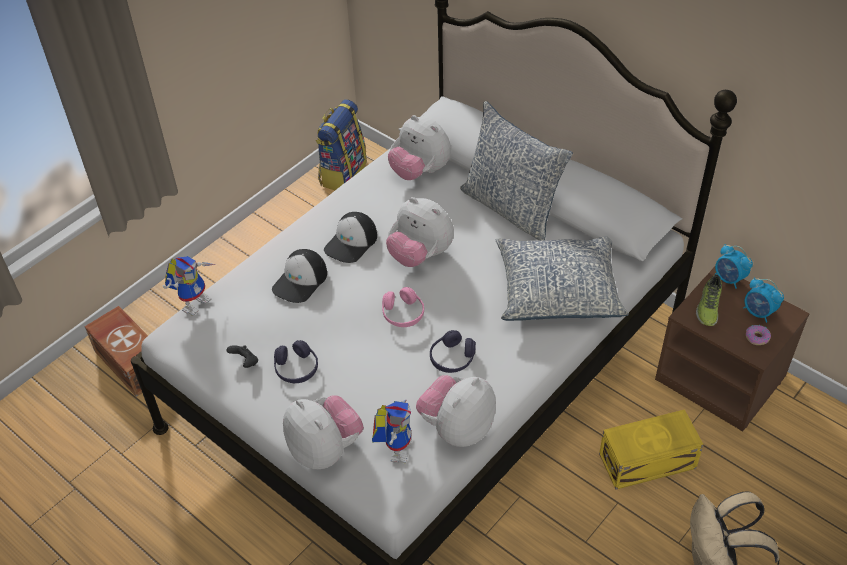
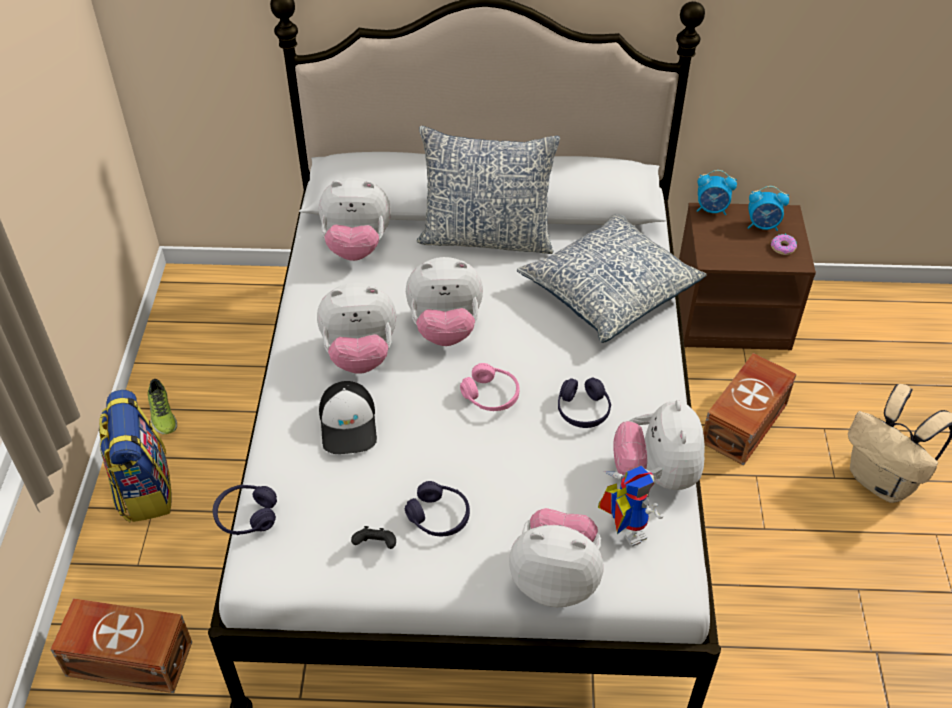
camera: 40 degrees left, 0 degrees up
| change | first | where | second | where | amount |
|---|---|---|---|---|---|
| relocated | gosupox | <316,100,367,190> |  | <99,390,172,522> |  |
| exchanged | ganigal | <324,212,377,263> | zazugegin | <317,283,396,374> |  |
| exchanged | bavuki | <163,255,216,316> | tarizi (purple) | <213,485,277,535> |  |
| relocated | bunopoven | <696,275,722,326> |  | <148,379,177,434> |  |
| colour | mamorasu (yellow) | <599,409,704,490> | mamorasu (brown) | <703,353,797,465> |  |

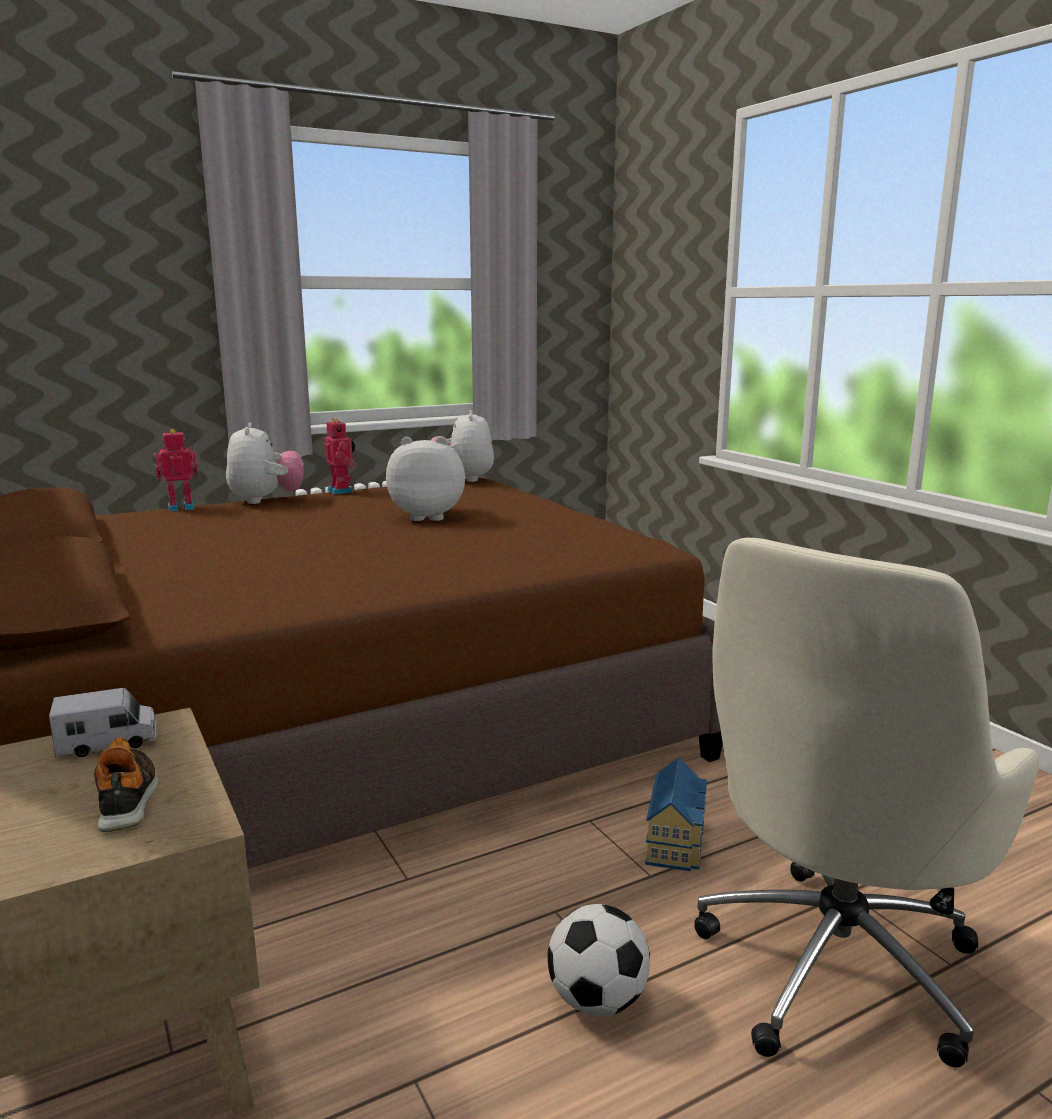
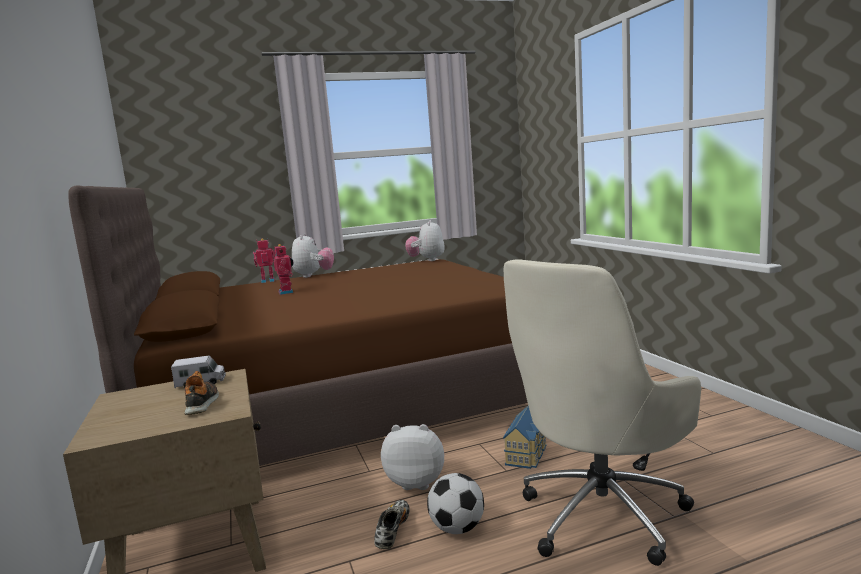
camera: 10 degrees right, 5 degrees down
| change | first | where | second | where | amount |
|---|---|---|---|---|---|
| relocated | bavuki | <324,419,355,494> |  | <274,244,294,295> |  |
| relocated | zazugegin | <386,437,465,521> |  | <381,424,444,490> |  |
| appeared |  |  | bunopoven | <374,500,410,549> |  |

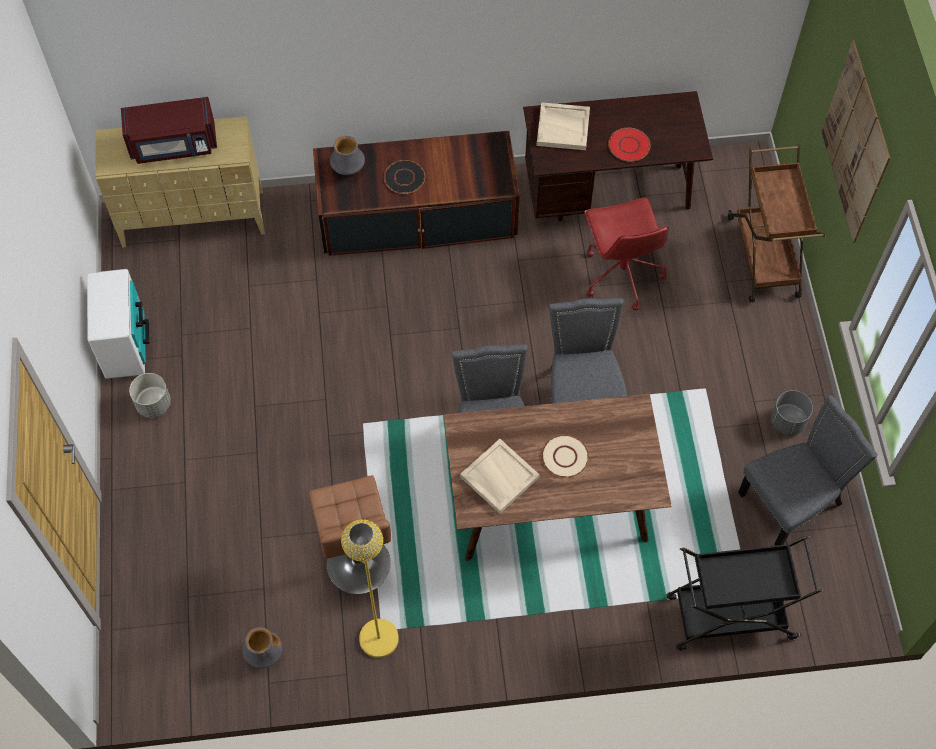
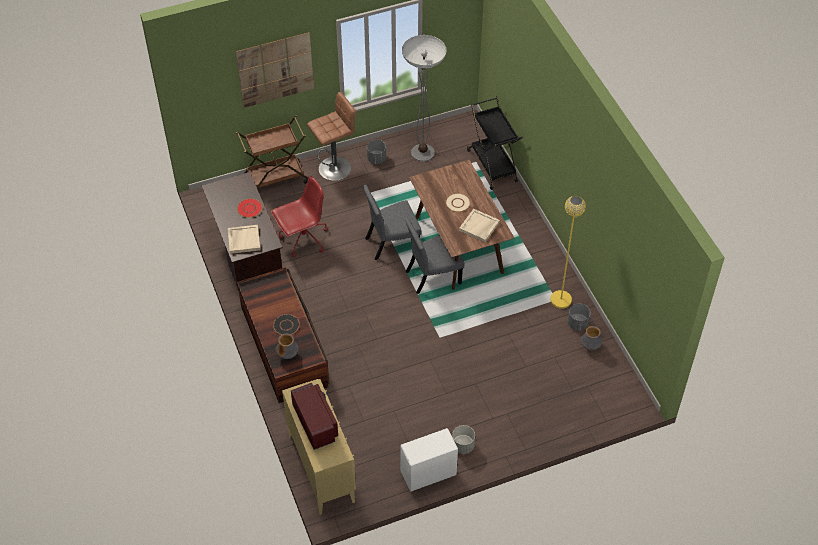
camera: 105 degrees left, 10 degrees down
| change | first | where | second | where | amount |
|---|---|---|---|---|---|
| exchanged | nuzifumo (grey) | <738,395,878,546> | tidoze | <402,35,447,162> |  |
| relocated | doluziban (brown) | <309,475,391,594> |  | <307,92,356,181> |  |
| appeared |  |  | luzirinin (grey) | <568,304,591,331> |  |

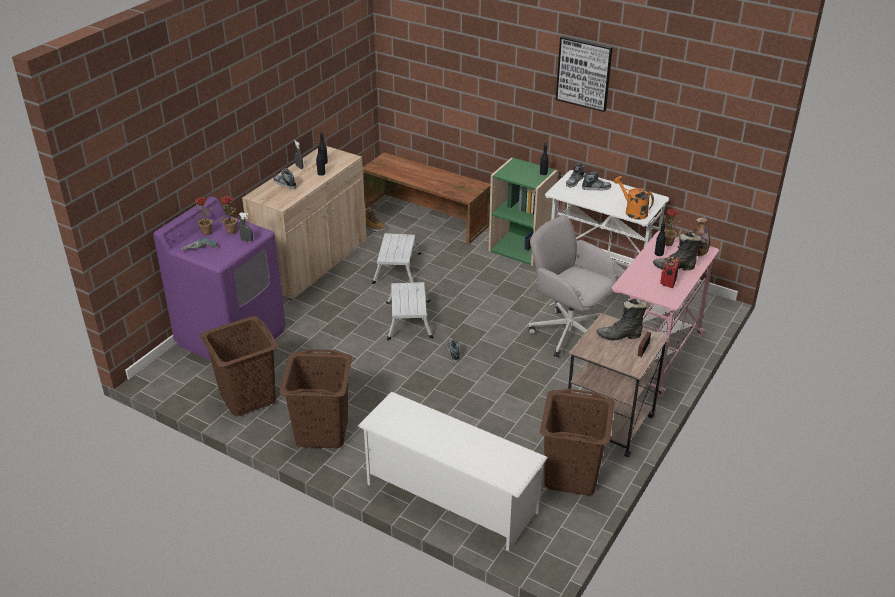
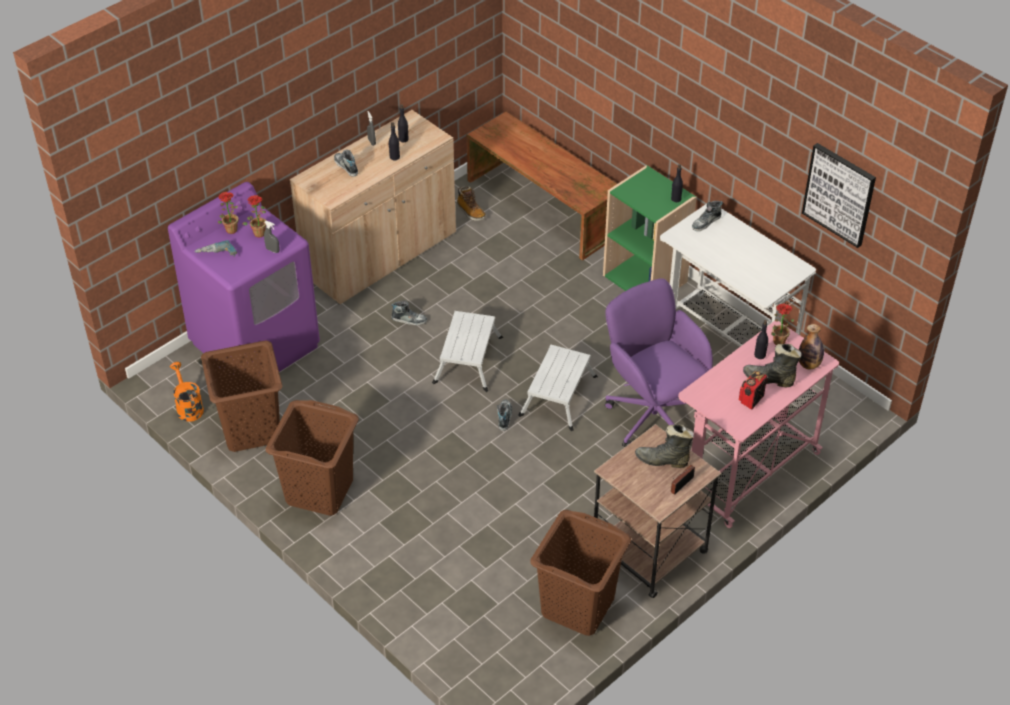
camera: 15 degrees right, 10 degrees up
| change | first | where | second | where | amount |
|---|---|---|---|---|---|
| relocated | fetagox | <556,36,613,112> |  | <802,143,876,248> |  |
| relocated | bunopoven | <582,171,611,190> |  | <391,300,427,325> |  |
| relocated | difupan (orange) | <614,176,654,220> |  | <170,362,204,422> |  |
| colour | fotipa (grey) | <529,215,616,358> | fotipa (purple) | <605,278,713,447> |  |
| relocated | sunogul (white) | <372,233,421,284> |  | <518,344,598,431> |  |
| missing | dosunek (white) | <357,392,548,551> |  |  |  |

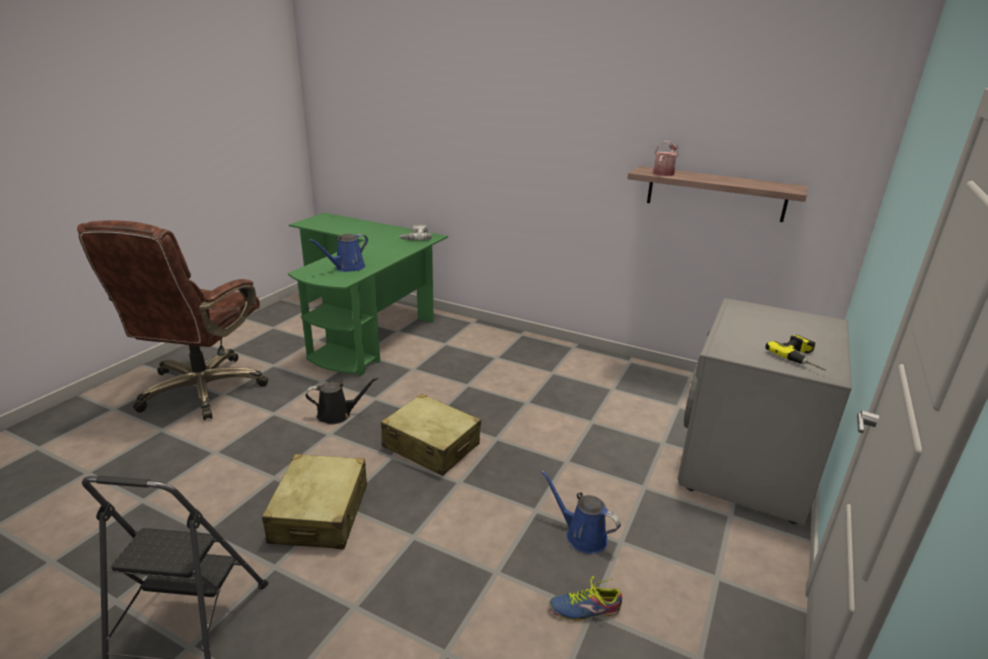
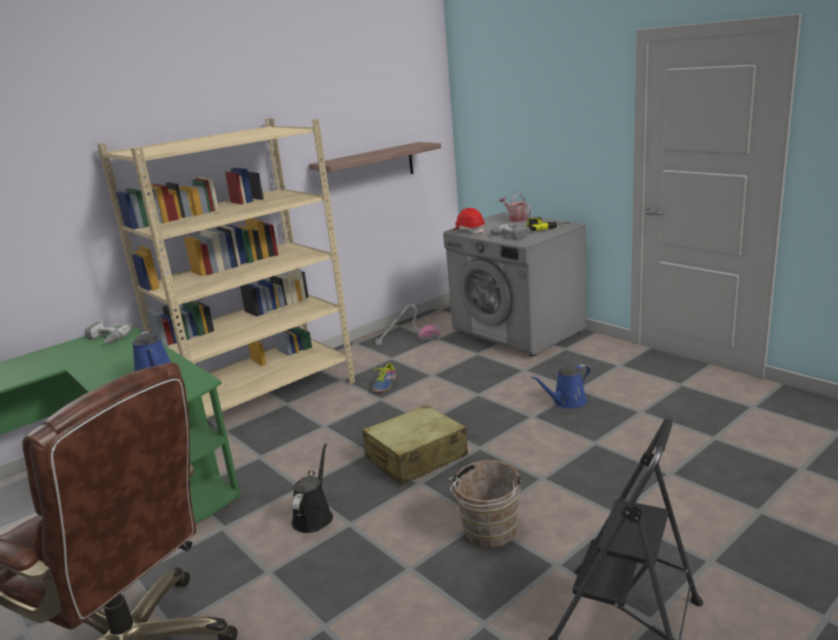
camera: 65 degrees left, 5 degrees down
| change | first | where | second | where | amount |
|---|---|---|---|---|---|
| relocated | difupan | <653,141,679,176> |  | <500,193,531,222> |  |
| exchanged | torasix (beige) | <262,454,367,550> | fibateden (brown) | <448,460,523,548> |  |
| relocated | bunopoven | <549,576,622,621> |  | <372,363,396,393> |  |
| appeared |  |  | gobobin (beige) | <97,118,355,418> |  |
| appeared |  |  | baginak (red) | <453,208,485,233> |  |
| appeared |  |  | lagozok | <491,223,529,240> |  |
| appeared |  |  | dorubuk | <375,304,440,345> |  |

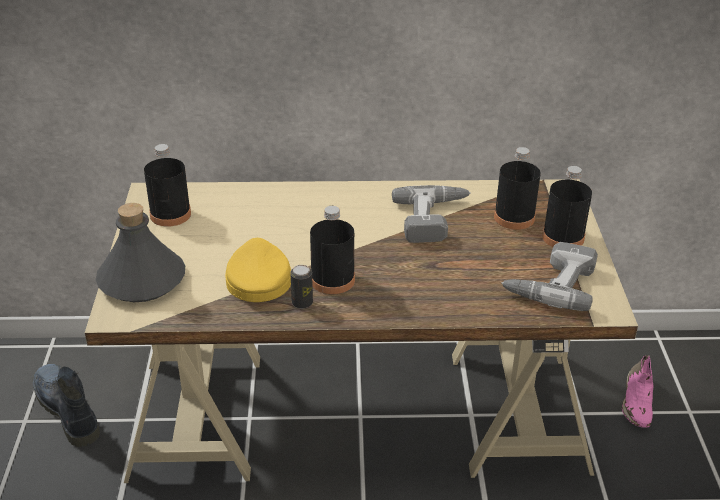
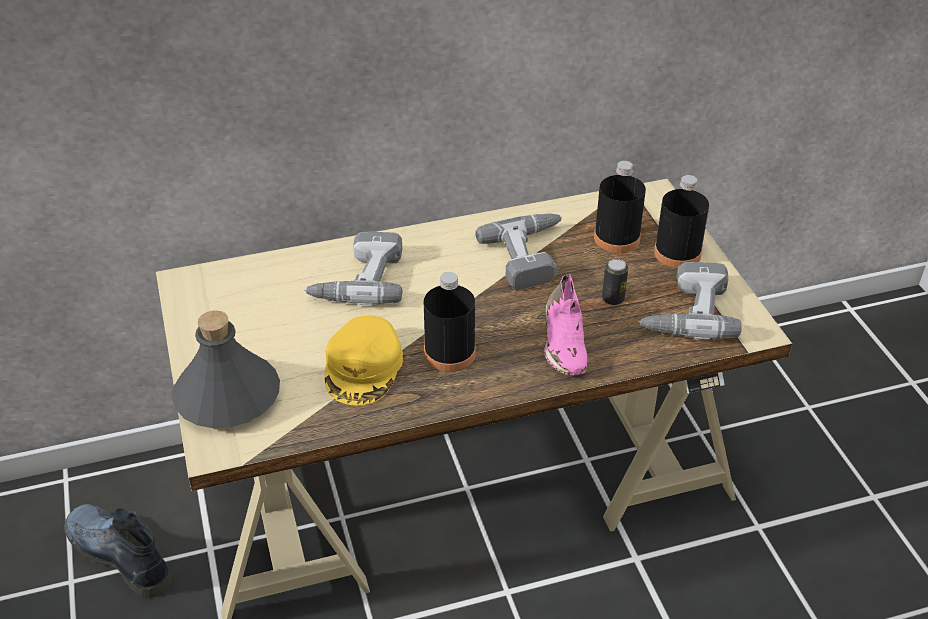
camera: 15 degrees left, 5 degrees up
| change | first | where | second | where | amount |
|---|---|---|---|---|---|
| missing | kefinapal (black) | <144,144,191,227> |  |  |  |
| spun | ganigal (yellow) | <225,238,291,302> |  | <324,316,403,405> | 150 degrees counterclockwise |
| relocated | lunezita | <290,265,313,309> |  | <602,259,628,305> |  |
| relocated | bunopoven (pink) | <622,355,654,427> |  | <544,274,587,375> |  |
| appeared |  |  | lagozok | <304,232,402,305> |  |

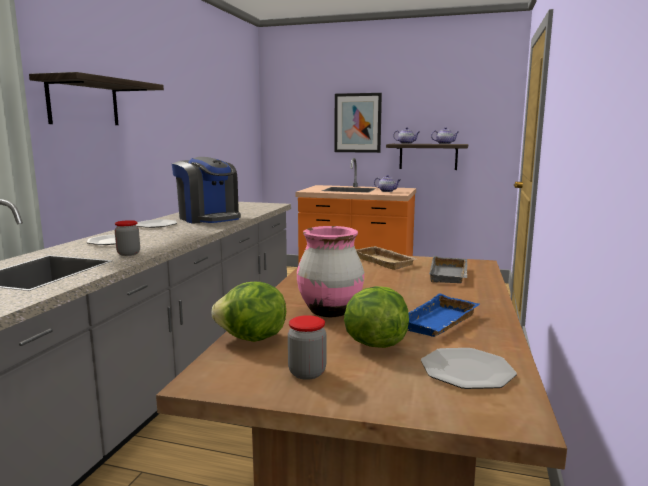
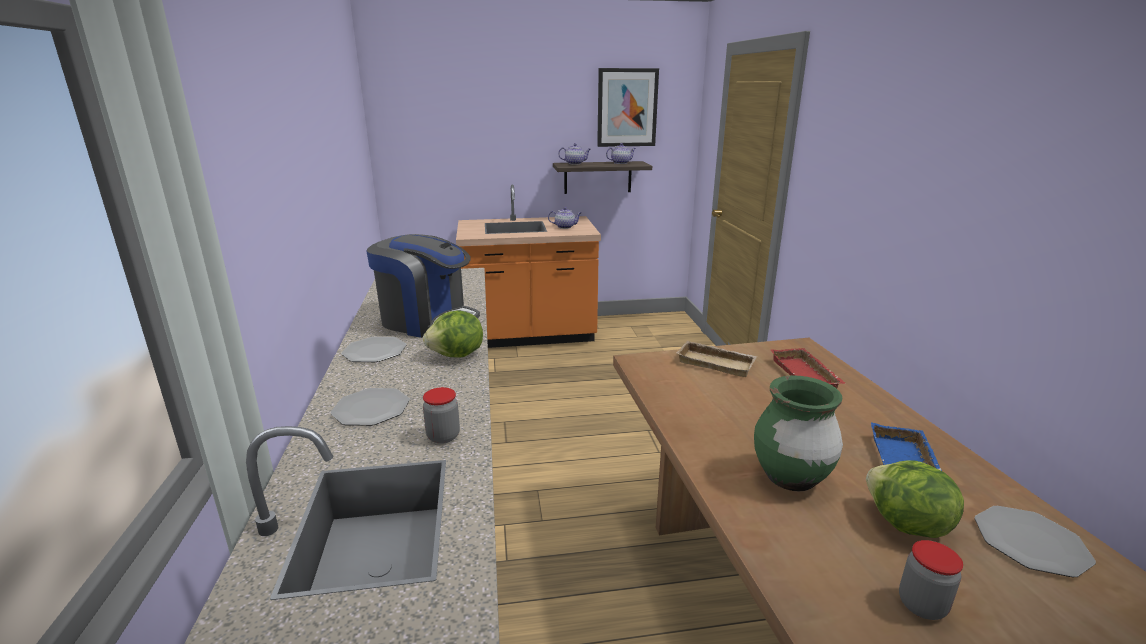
camera: 25 degrees left, 10 degrees up
| change | first | where | second | where | amount |
|---|---|---|---|---|---|
| missing | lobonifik | <29,72,164,125> |  |  |  |
| relocated | fetagox | <334,93,382,153> |  | <597,68,659,147> |  |
| colour | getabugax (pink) | <297,226,364,317> | getabugax (green) | <754,376,843,491> |  |
| colour | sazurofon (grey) | <429,256,467,283> | sazurofon (red) | <771,348,846,388> |  |
| relocated | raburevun | <211,282,286,342> |  | <423,310,483,357> |  |

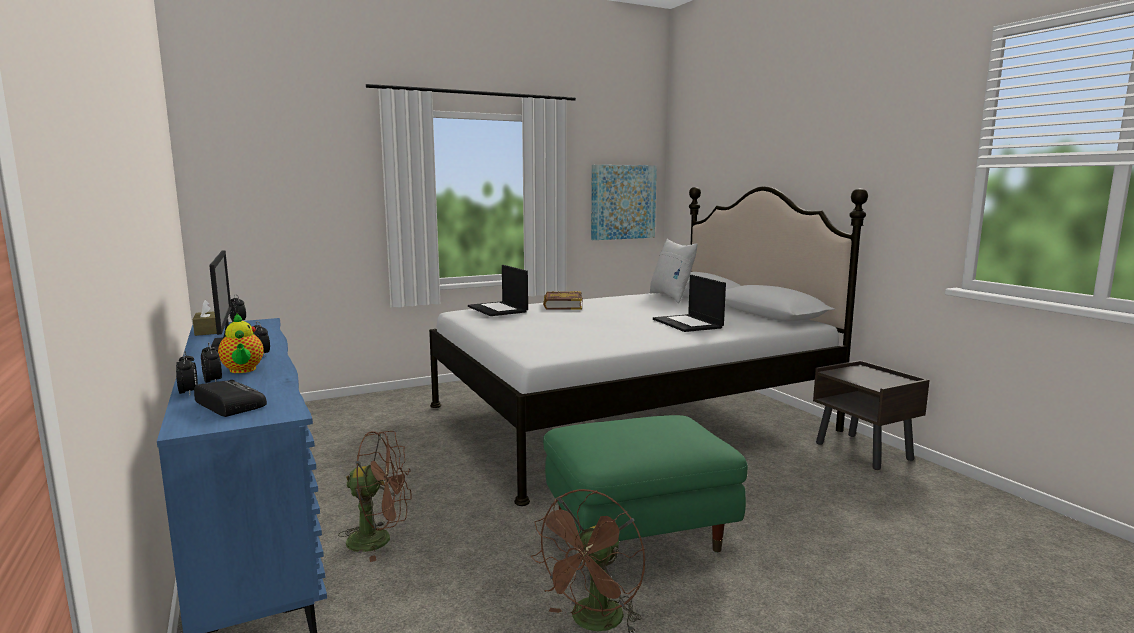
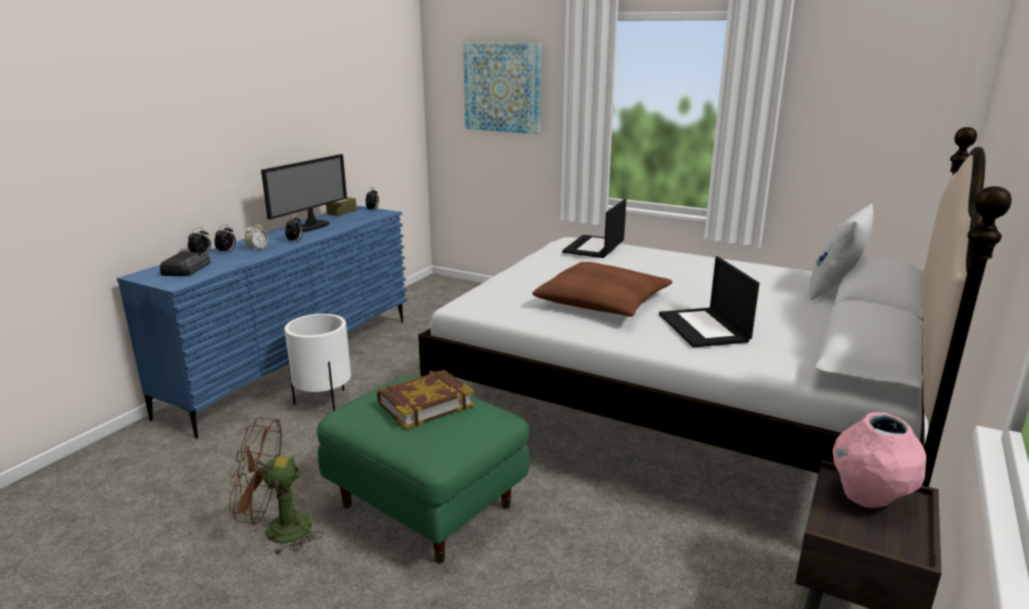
camera: 55 degrees right, 10 degrees up
| change | first | where | second | where | amount |
|---|---|---|---|---|---|
| relocated | fetagox | <591,165,657,240> |  | <463,42,541,134> |  |
| spun | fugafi | <653,275,726,332> |  | <659,257,760,347> | 45 degrees counterclockwise |
| relocated | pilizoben | <543,291,583,310> |  | <377,370,474,429> |  |
| exchanged | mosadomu | <218,313,264,373> | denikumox | <245,222,268,251> |  |
| exchanged | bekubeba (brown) | <338,431,411,562> | luzirinin (white) | <284,314,351,411> |  |
| appeared |  |  | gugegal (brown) | <532,262,672,317> |  |
| appeared |  |  | getabugax (pink) | <833,412,926,508> |  |

